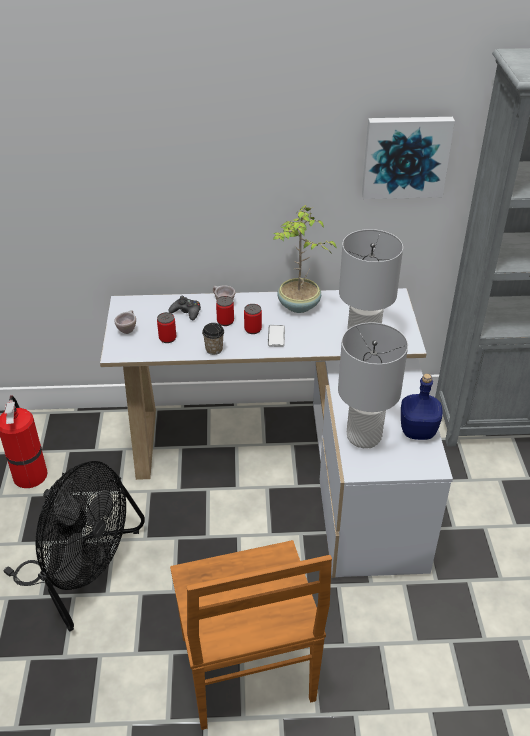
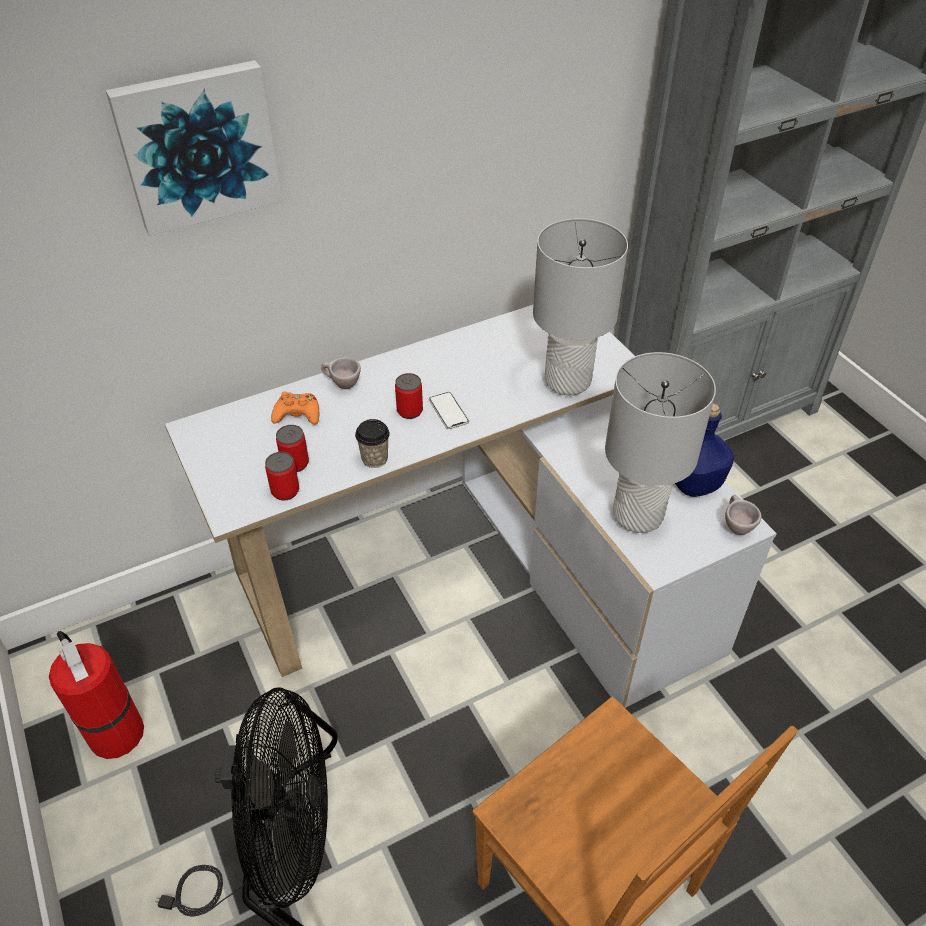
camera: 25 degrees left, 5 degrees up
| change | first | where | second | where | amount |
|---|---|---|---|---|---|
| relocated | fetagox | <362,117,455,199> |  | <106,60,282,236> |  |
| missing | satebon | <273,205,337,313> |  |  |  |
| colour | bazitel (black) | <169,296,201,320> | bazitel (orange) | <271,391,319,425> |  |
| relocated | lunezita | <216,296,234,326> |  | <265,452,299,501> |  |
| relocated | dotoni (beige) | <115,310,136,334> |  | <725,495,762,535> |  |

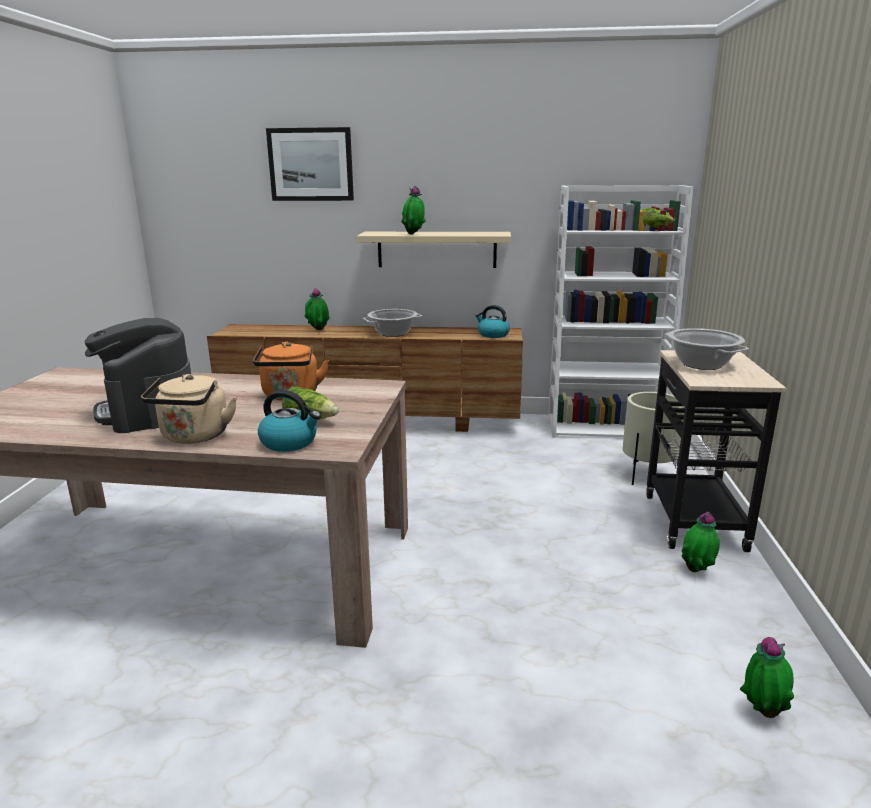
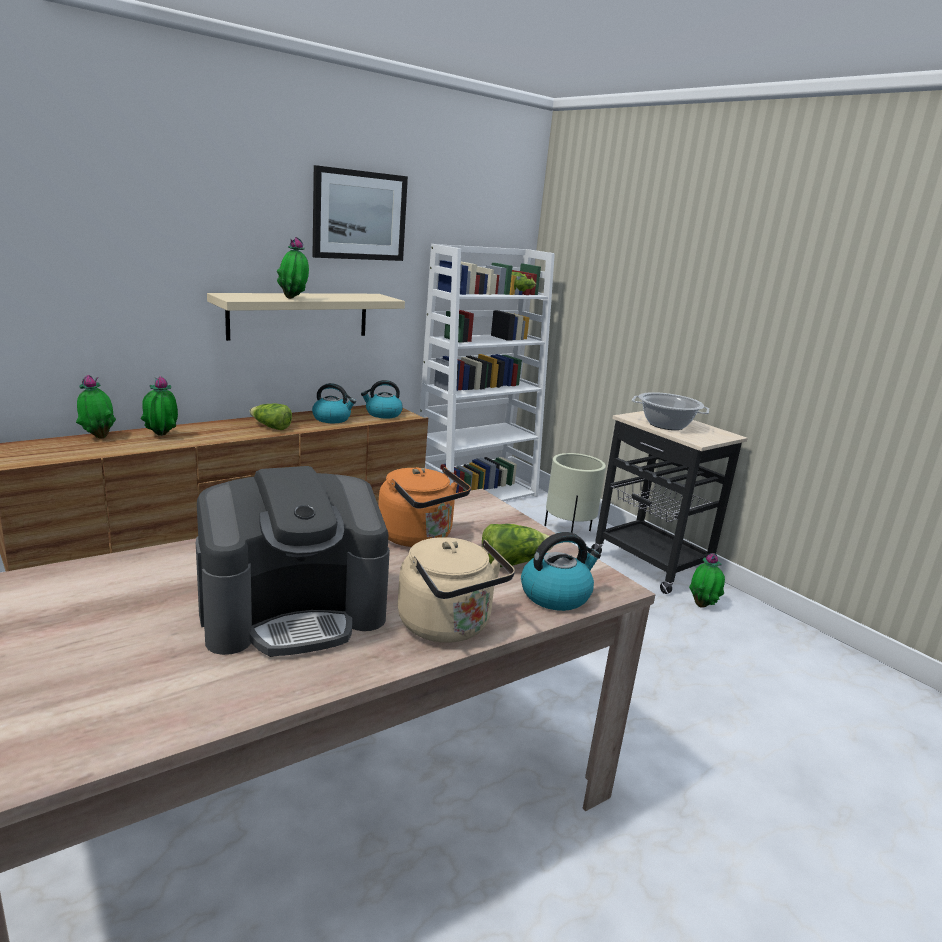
camera: 45 degrees left, 0 degrees up
| change | first | where | second | where | amount |
|---|---|---|---|---|---|
| relocated | fetagox | <266,127,354,201> |  | <312,165,408,261> |  |
| exchanged | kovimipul | <363,309,422,337> | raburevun | <250,404,292,430> |  |
| spun | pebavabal | <85,318,191,433> |  | <196,466,390,657> | 45 degrees counterclockwise |
| relocated | satebon | <740,637,794,718> |  | <76,375,116,439> |  |
| appeared |  |  | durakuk | <312,383,356,423> |  |

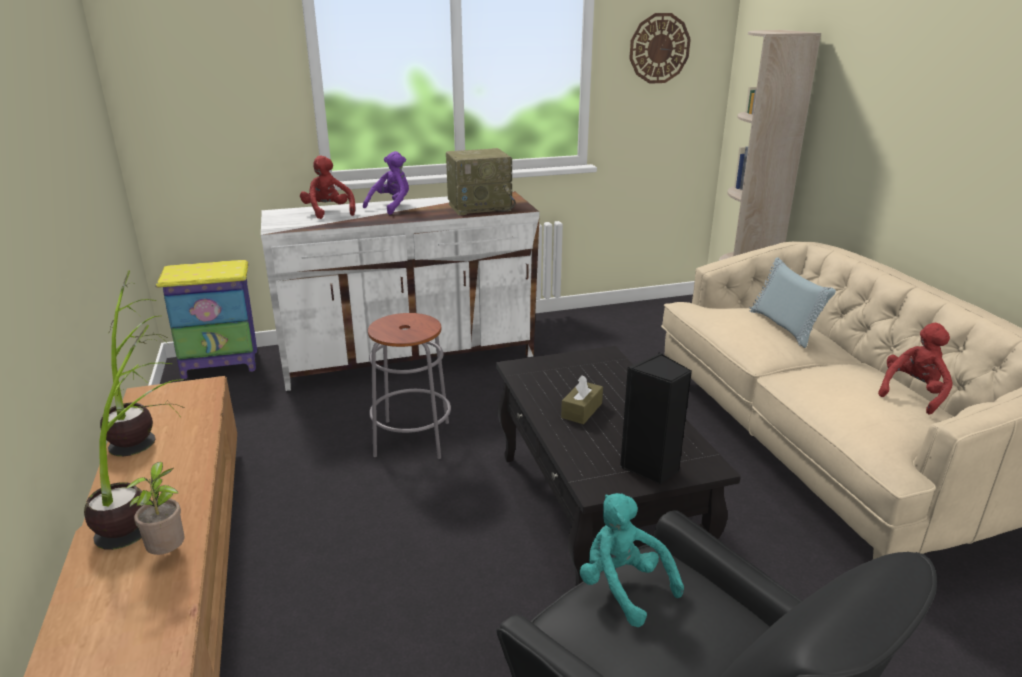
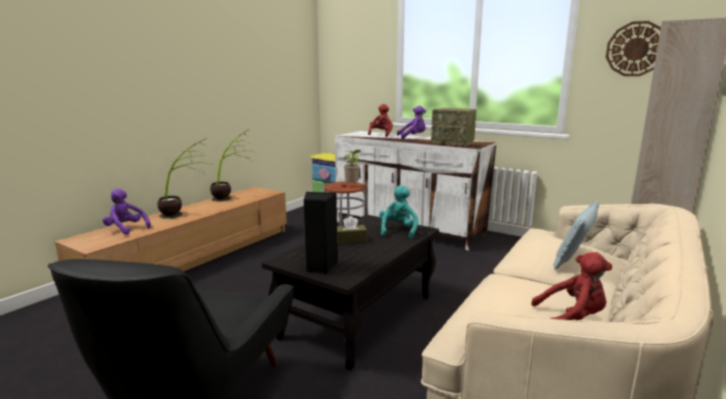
camera: 50 degrees right, 10 degrees down
| change | first | where | second | where | amount |
|---|---|---|---|---|---|
| relocated | satebon | <126,462,184,555> |  | <344,149,361,184> |  |
| relocated | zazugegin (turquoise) | <580,493,684,627> |  | <379,185,418,239> |  |
| appeared |  |  | zazugegin (purple) | <103,189,151,235> |  |

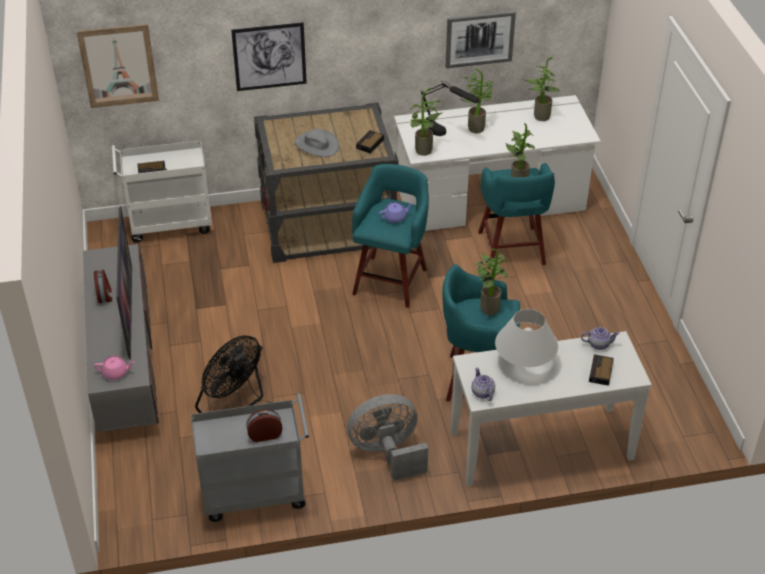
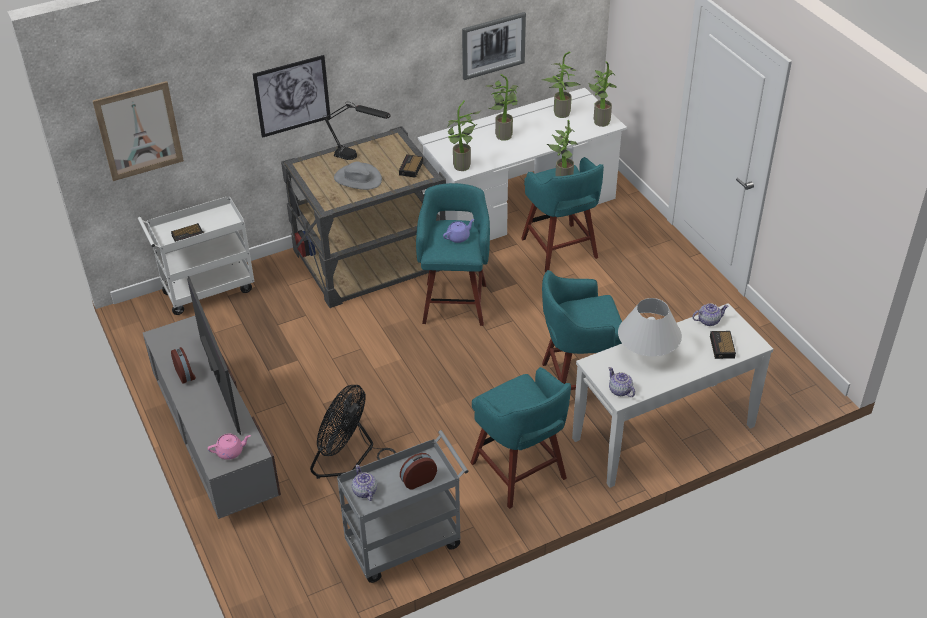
camera: 15 degrees left, 0 degrees up
| change | first | where | second | where | amount |
|---|---|---|---|---|---|
| relocated | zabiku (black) | <420,81,480,136> |  | <323,102,390,160> |  |
| relocated | satebon | <475,248,508,315> |  | <589,61,617,127> |  |
| exchanged | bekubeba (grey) | <347,394,428,481> | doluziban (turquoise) | <470,367,571,509> |  |
| appeared |  |  | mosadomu | <352,465,377,501> |  |

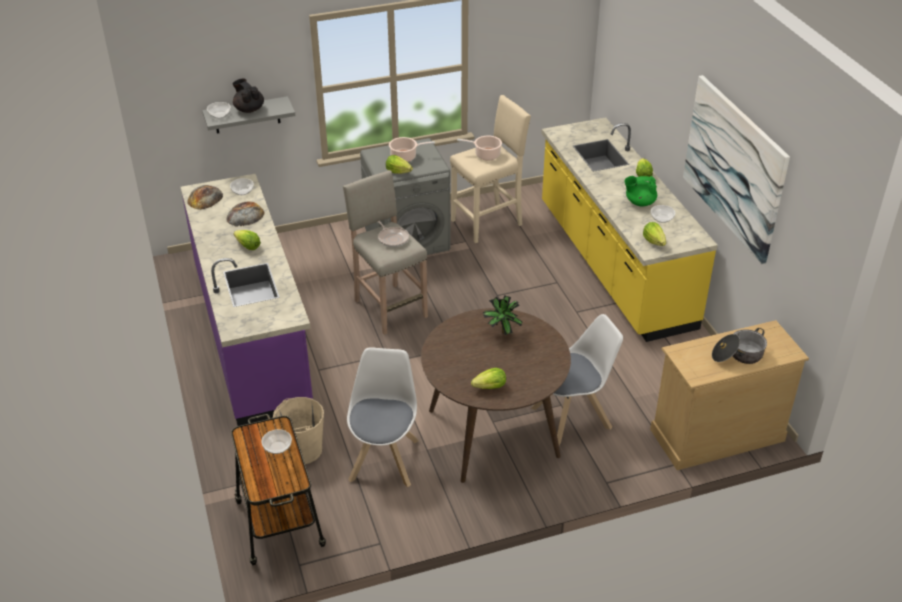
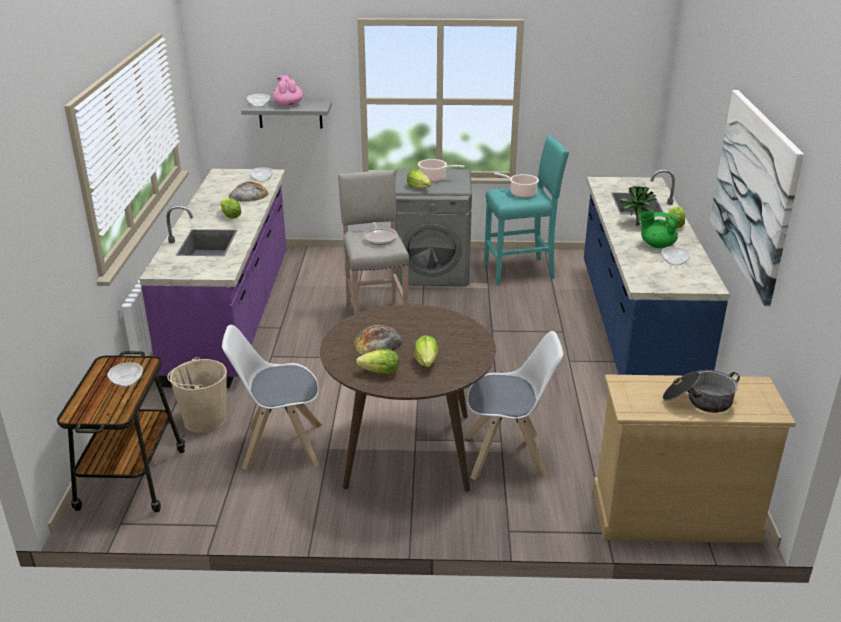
camera: 20 degrees right, 10 degrees down
| change | first | where | second | where | amount |
|---|---|---|---|---|---|
| colour | mosadomu (black) | <233,79,264,113> | mosadomu (pink) | <273,75,303,107> |  |
| colour | doluziban (beige) | <450,95,531,243> | doluziban (turquoise) | <484,135,569,285> |  |
| colour | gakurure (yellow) | <541,117,718,342> | gakurure (blue) | <584,169,730,376> |  |
| relocated | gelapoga | <187,185,223,210> |  | <353,325,403,355> |  |
| relocated | raburevun | <643,222,666,246> |  | <414,335,438,367> |  |
| relocated | satebon | <483,295,522,335> |  | <620,186,657,225> |  |
| spun | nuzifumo | <347,347,419,487> |  | <222,325,321,470> | 120 degrees counterclockwise |

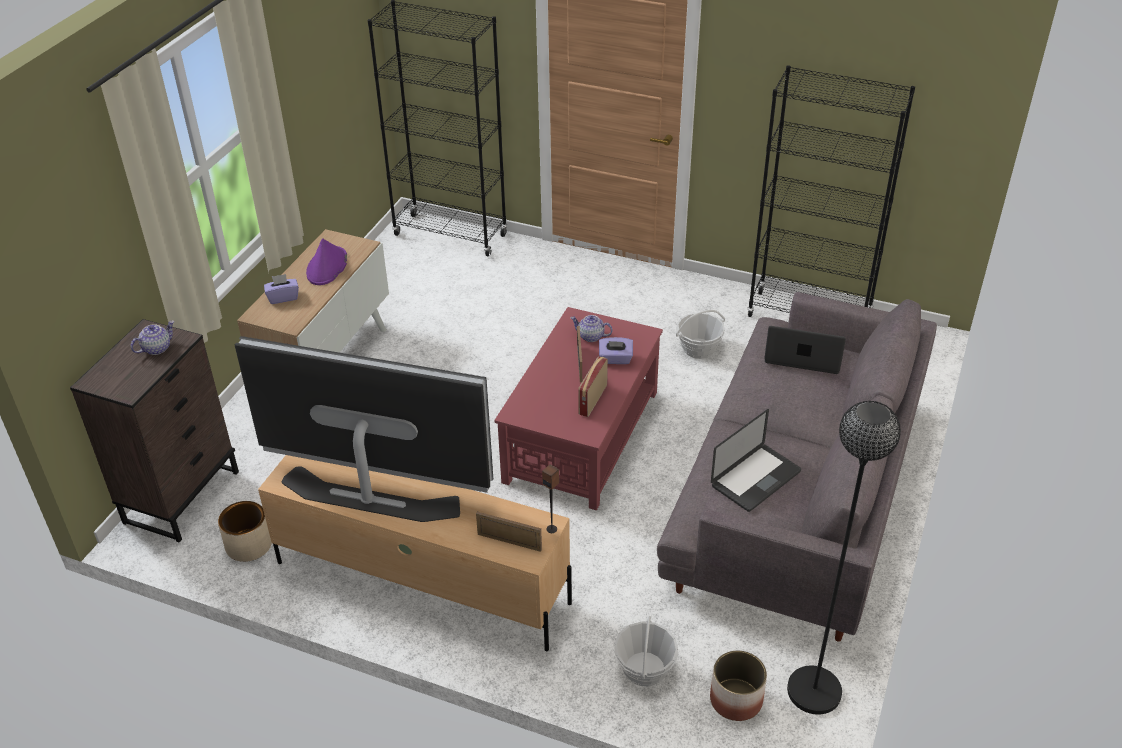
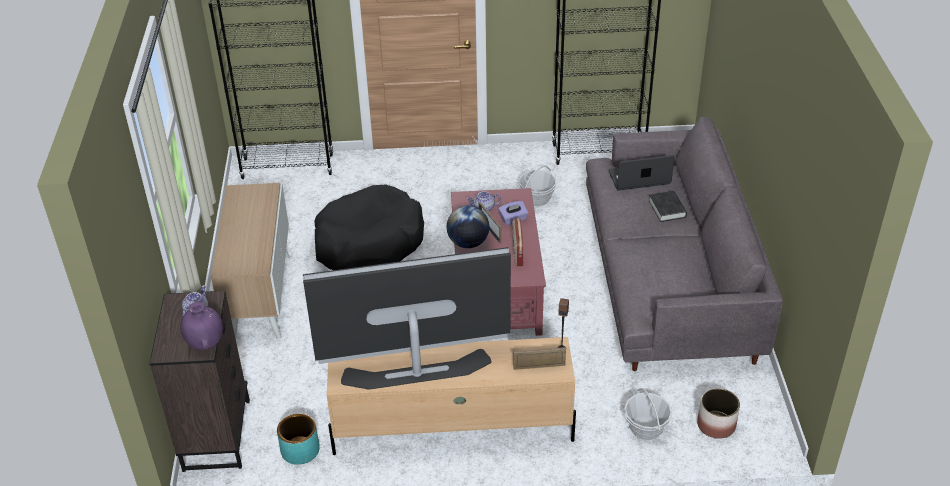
camera: 25 degrees left, 0 degrees up
| change | first | where | second | where | amount |
|---|---|---|---|---|---|
| missing | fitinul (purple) | <306,238,347,285> |  |  |  |
| missing | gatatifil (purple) | <264,274,299,304> |  |  |  |
| missing | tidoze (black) | <787,401,901,715> |  |  |  |
| missing | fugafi | <711,409,801,512> |  |  |  |
| colour | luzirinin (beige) | <218,501,272,562> | luzirinin (turquoise) | <277,413,320,465> |  |
| appeared |  |  | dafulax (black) | <314,184,424,270> |  |
| appeared |  |  | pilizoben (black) | <649,191,687,222> |  |
| appeared |  |  | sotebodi | <447,205,489,248> |  |
| appeared |  |  | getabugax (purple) | <180,302,223,350> |  |

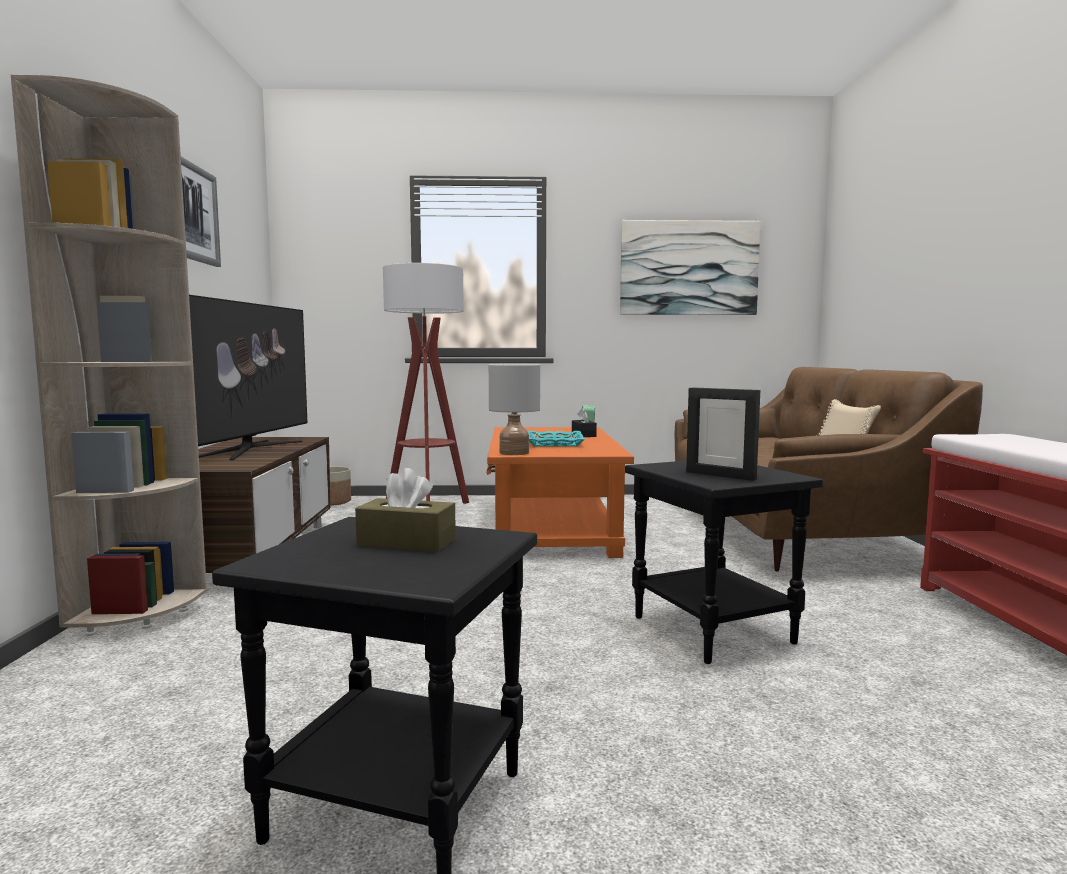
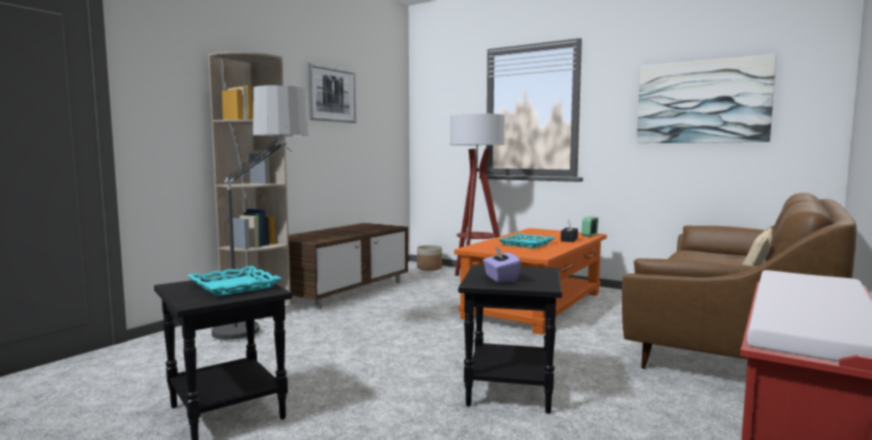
camera: 35 degrees right, 0 degrees up
| change | first | where | second | where | amount |
|---|---|---|---|---|---|
| missing | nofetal | <189,295,307,460> |  |  |  |
| missing | zabiku (grey) | <489,364,540,455> |  |  |  |
| exchanged | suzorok | <686,387,760,481> | gatatifil (purple) | <483,246,521,283> |  |
| exchanged | gatatifil (brown) | <355,468,456,552> | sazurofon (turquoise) | <188,266,282,297> |  |
| appeared |  |  | tidoze | <211,85,309,341> |  |

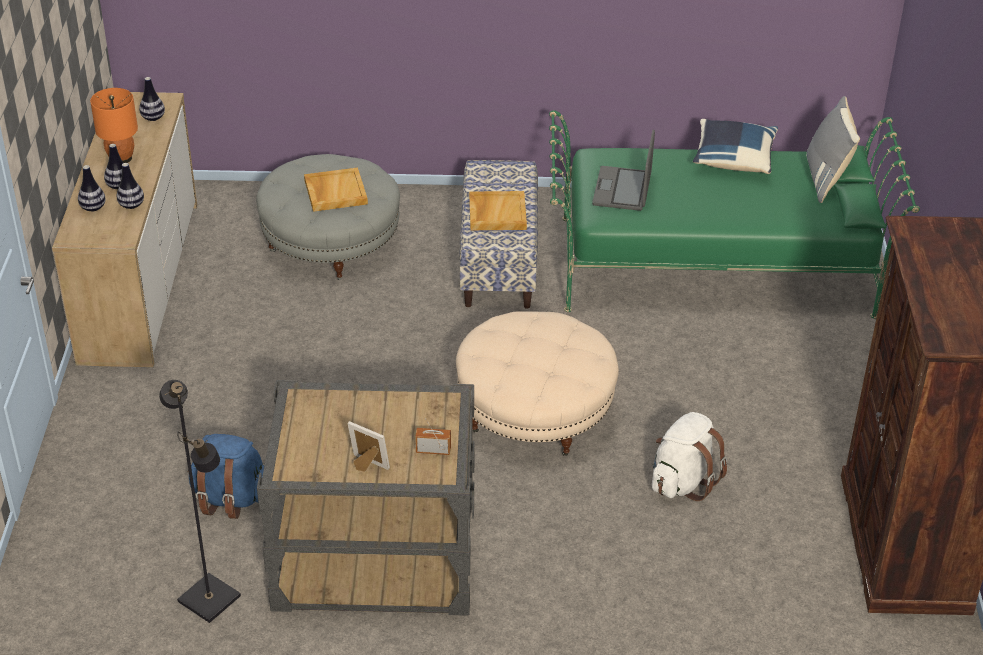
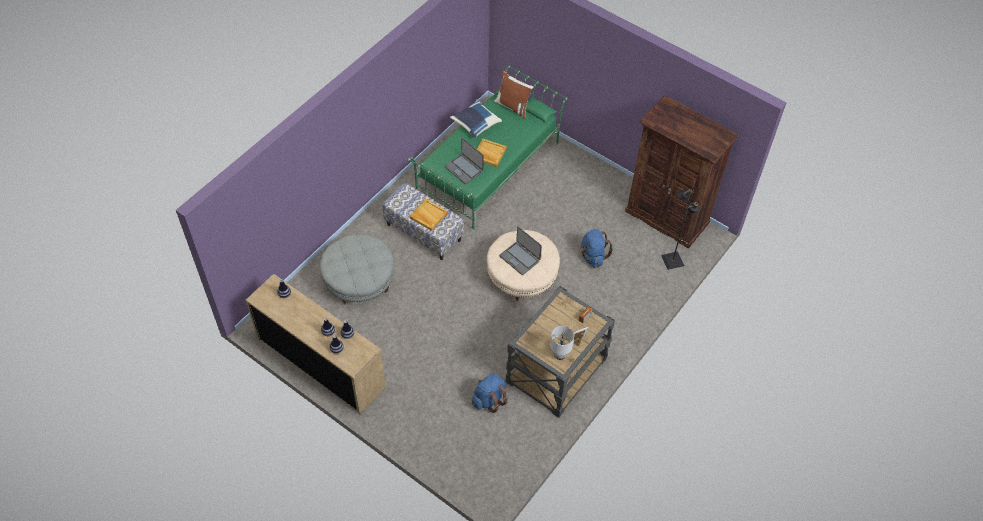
camera: 55 degrees left, 15 degrees up
| change | first | where | second | where | amount |
|---|---|---|---|---|---|
| missing | zabiku (orange) | <90,88,138,163> |  |  |  |
| colour | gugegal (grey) | <806,96,860,203> | gugegal (brown) | <494,71,533,119> |  |
| relocated | sazurofon (beige) | <304,167,368,212> |  | <477,138,507,167> |  |
| relocated | tidoze (black) | <159,380,241,623> |  | <662,188,699,270> |  |
| colour | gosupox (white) | <652,412,727,501> | gosupox (blue) | <580,229,613,268> |  |
| appeared |  |  | fugafi | <499,227,542,275> |  |
| appeared |  |  | zabiku (white) | <550,326,574,360> |  |

